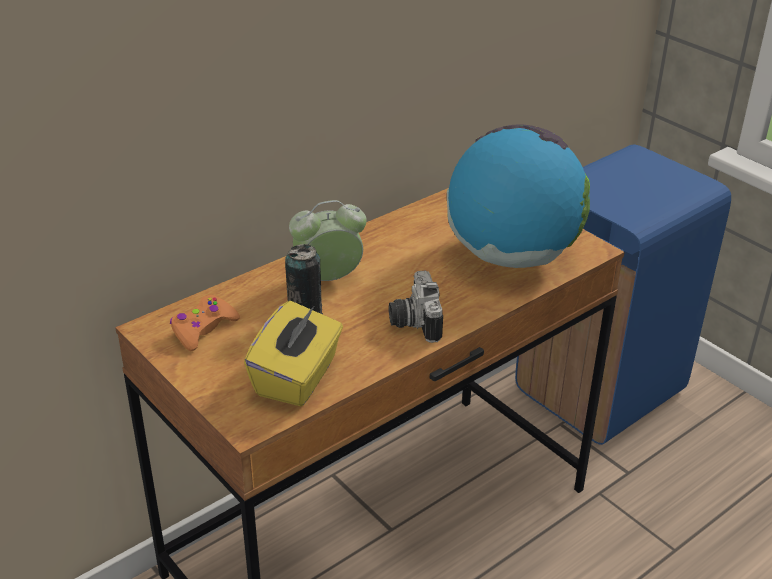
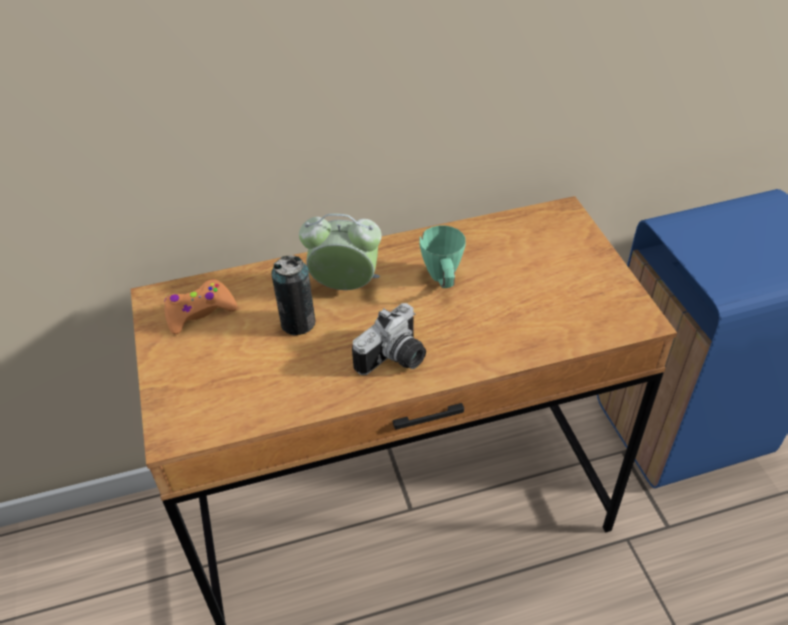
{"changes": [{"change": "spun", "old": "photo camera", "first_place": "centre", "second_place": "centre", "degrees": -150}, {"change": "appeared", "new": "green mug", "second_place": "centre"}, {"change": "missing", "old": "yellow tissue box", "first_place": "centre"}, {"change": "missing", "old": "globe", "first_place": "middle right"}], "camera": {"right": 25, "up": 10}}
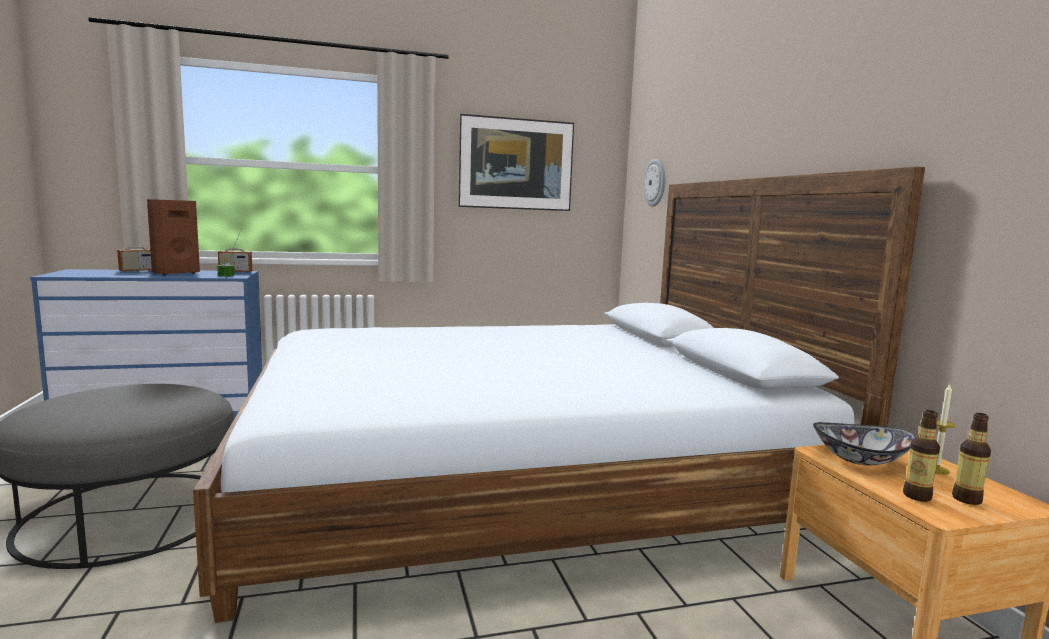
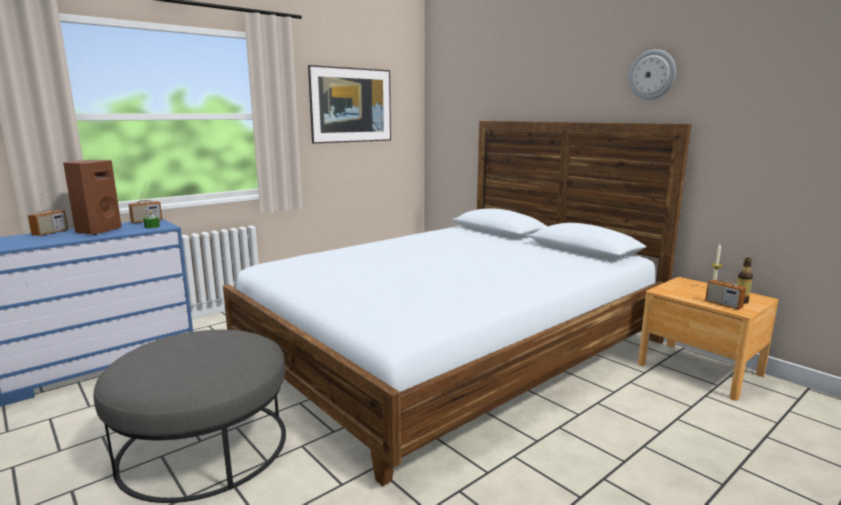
{"changes": [{"change": "relocated", "old": "wall clock", "first_place": "top centre", "second_place": "top right"}, {"change": "exchanged", "old": "bottle (no. 1 from left)", "new": "radio (no. 3 from left)", "first_place": "bottom right", "second_place": "middle right"}, {"change": "missing", "old": "bowl", "first_place": "bottom right"}], "camera": {"right": -25, "up": 5}}
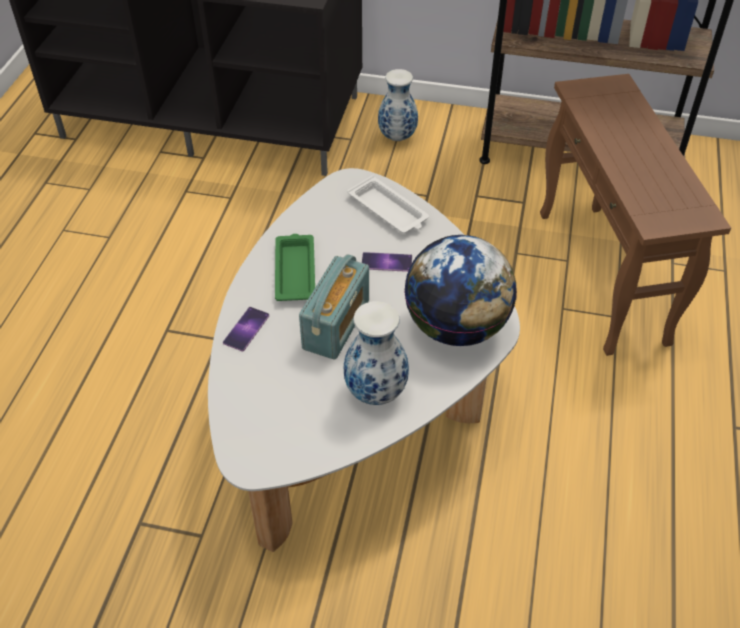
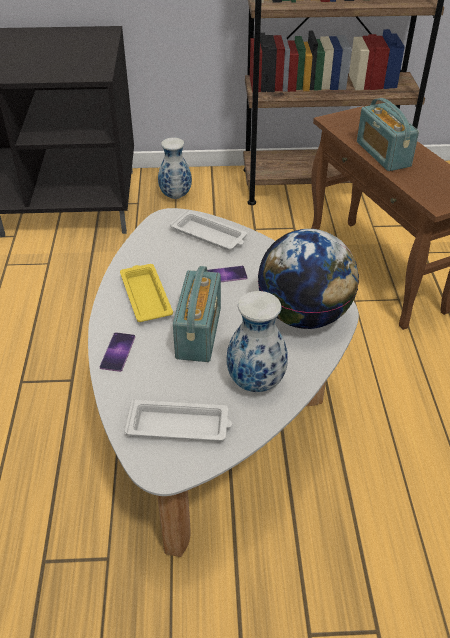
{"changes": [{"change": "colour", "old": "green tray", "new": "yellow tray", "first_place": "centre", "second_place": "middle left"}, {"change": "appeared", "new": "white tray (no. 1 from left)", "second_place": "centre"}, {"change": "appeared", "new": "radio (no. 2 from left)", "second_place": "top right"}], "camera": {"right": -15, "up": -5}}
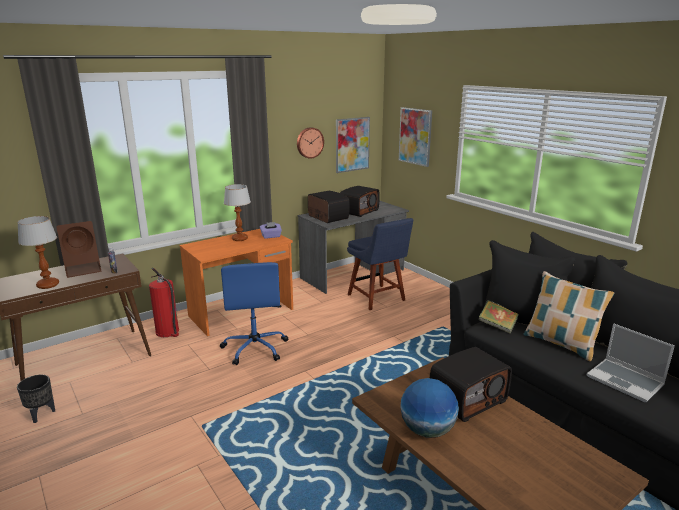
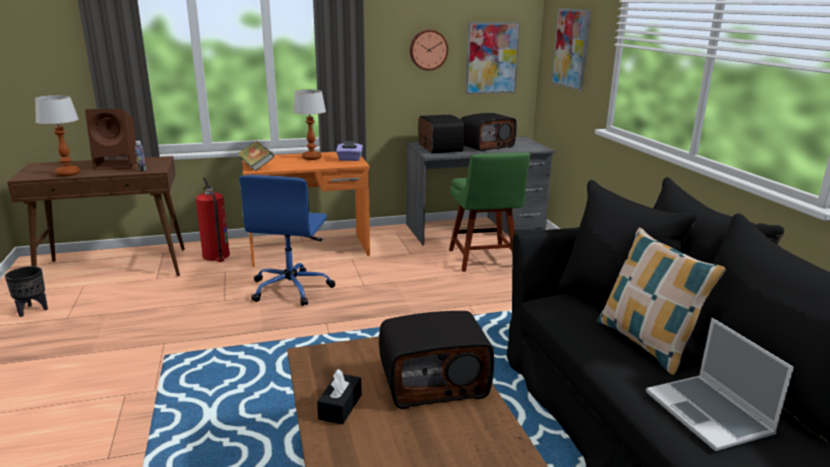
{"changes": [{"change": "relocated", "old": "book", "first_place": "middle right", "second_place": "middle left"}, {"change": "exchanged", "old": "globe", "new": "black tissue box", "first_place": "bottom centre", "second_place": "bottom centre"}, {"change": "colour", "old": "blue chair", "new": "green chair", "first_place": "centre", "second_place": "centre"}], "camera": {"right": 20, "up": 0}}
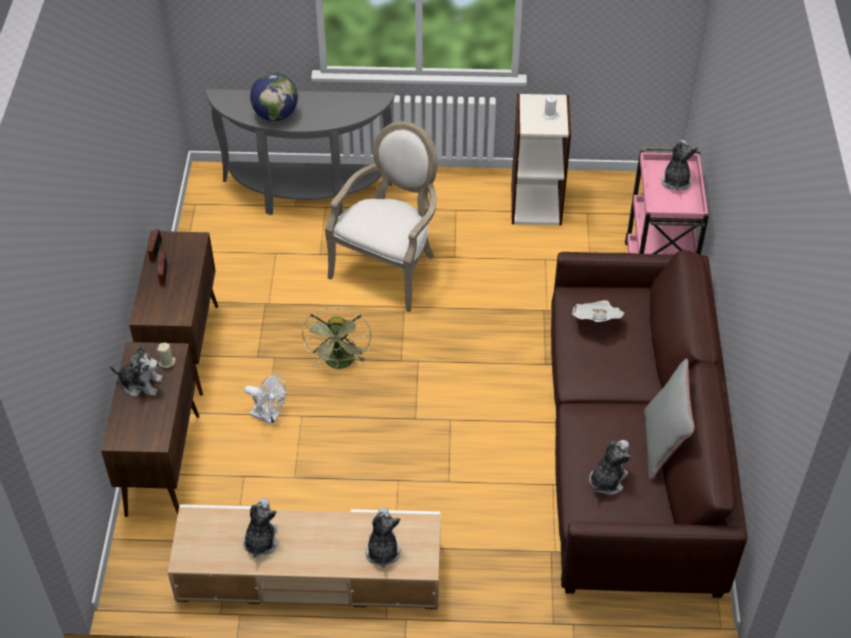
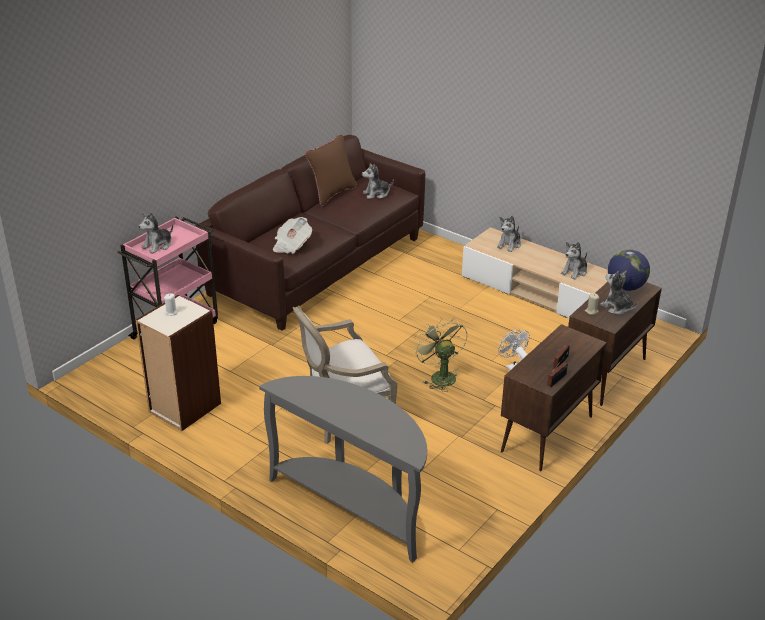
{"changes": [{"change": "colour", "old": "grey pillow", "new": "brown pillow", "first_place": "middle right", "second_place": "top centre"}, {"change": "spun", "old": "green fan", "first_place": "centre", "second_place": "centre", "degrees": -60}, {"change": "relocated", "old": "globe", "first_place": "top left", "second_place": "middle right"}], "camera": {"right": -145, "up": -15}}
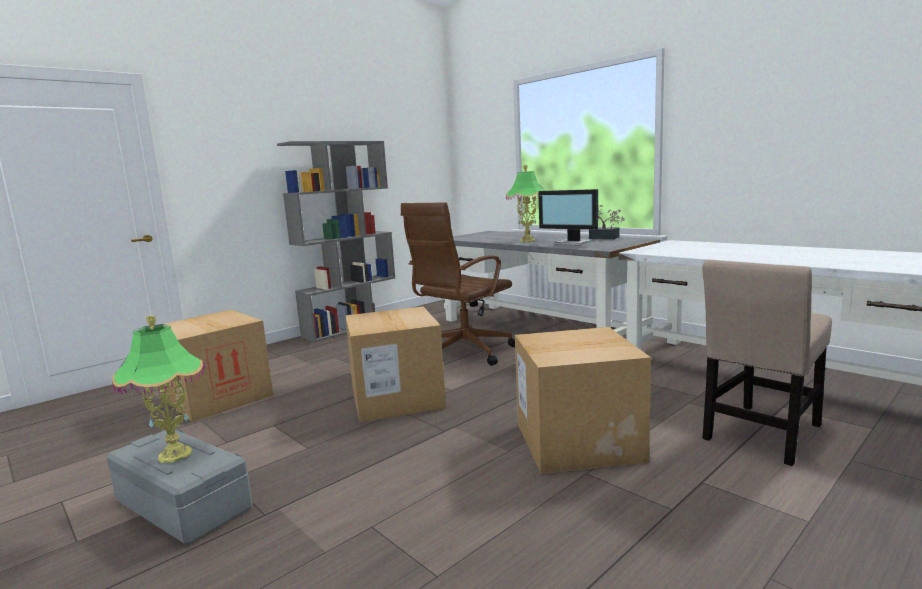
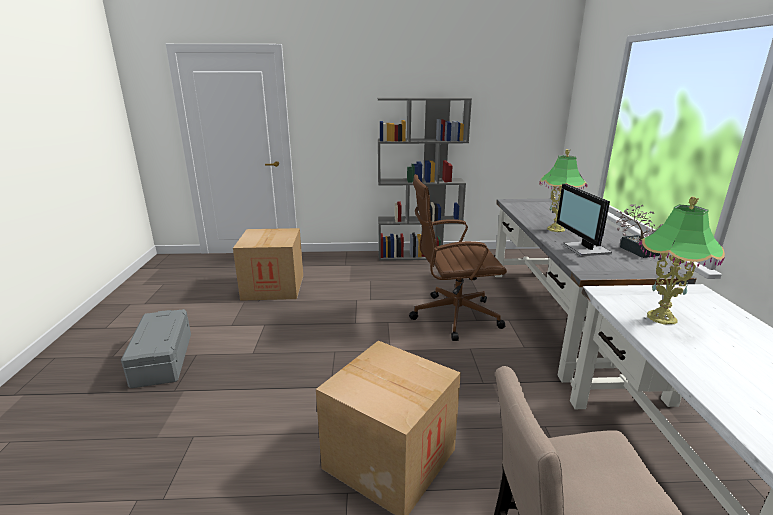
{"changes": [{"change": "relocated", "old": "table lamp (no. 1 from left in the first image)", "new": "table lamp (no. 2 from left)", "first_place": "middle left", "second_place": "middle right"}, {"change": "missing", "old": "cardboard box (no. 2 from left)", "first_place": "centre"}], "camera": {"right": 40, "up": 10}}
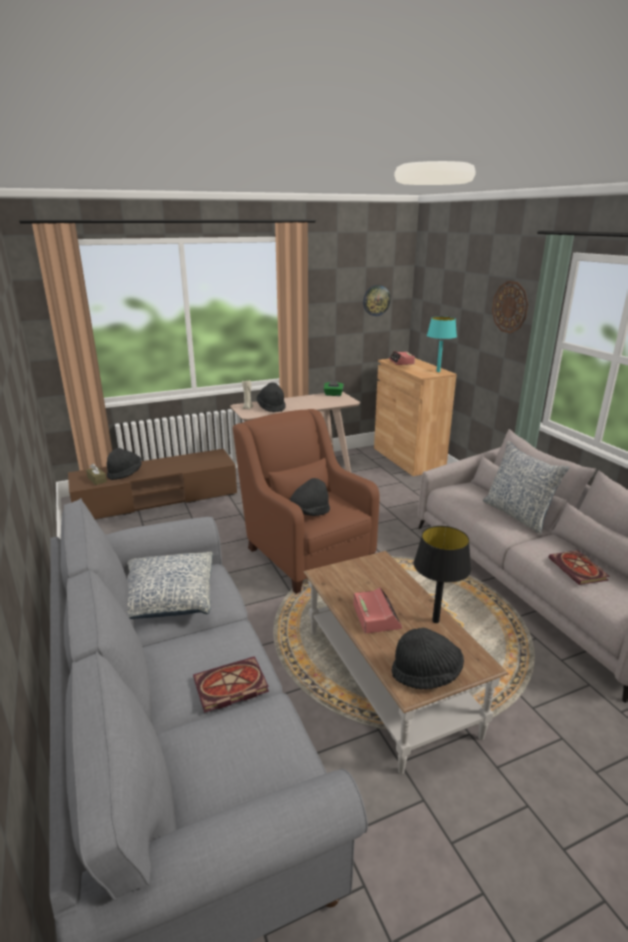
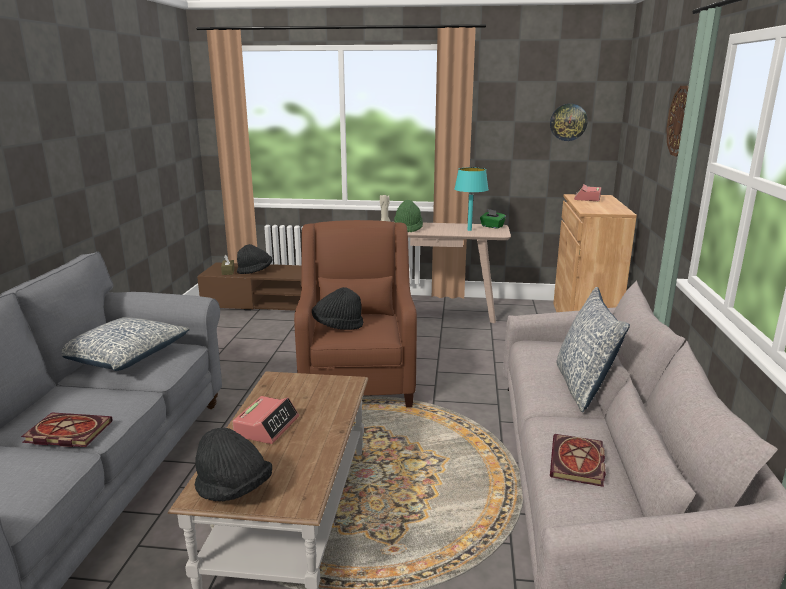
{"changes": [{"change": "colour", "old": "black hat (no. 2 from left)", "new": "green hat", "first_place": "centre", "second_place": "centre"}, {"change": "relocated", "old": "turquoise table lamp", "first_place": "middle right", "second_place": "centre"}, {"change": "missing", "old": "black table lamp", "first_place": "middle right"}], "camera": {"right": 30, "up": -5}}
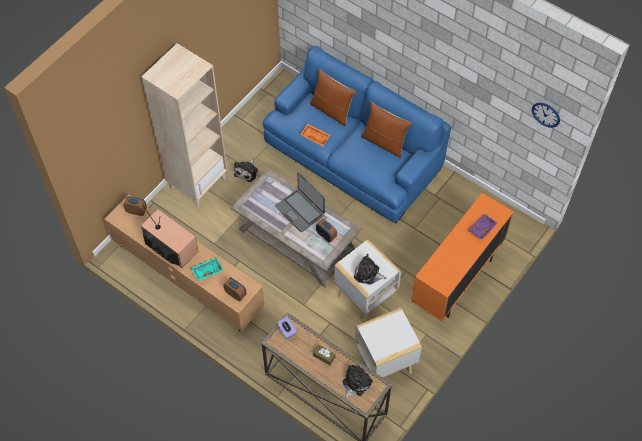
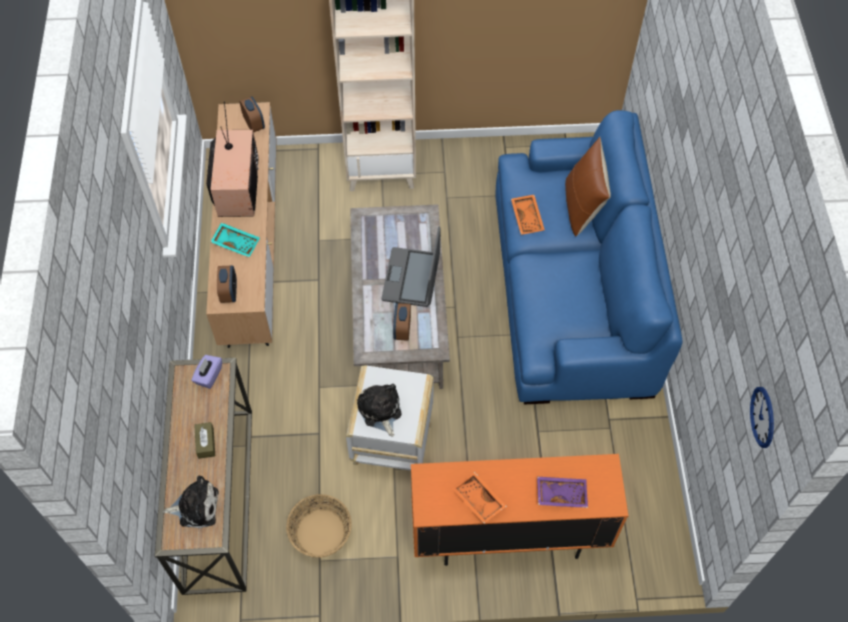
{"changes": [{"change": "exchanged", "old": "white side table (no. 2 from left)", "new": "basket", "first_place": "bottom centre", "second_place": "bottom centre"}, {"change": "appeared", "new": "orange tray (no. 1 from left)", "second_place": "bottom centre"}, {"change": "missing", "old": "plush toy (no. 1 from left)", "first_place": "centre"}, {"change": "missing", "old": "brown pillow (no. 2 from left)", "first_place": "top centre"}], "camera": {"right": 50, "up": 0}}
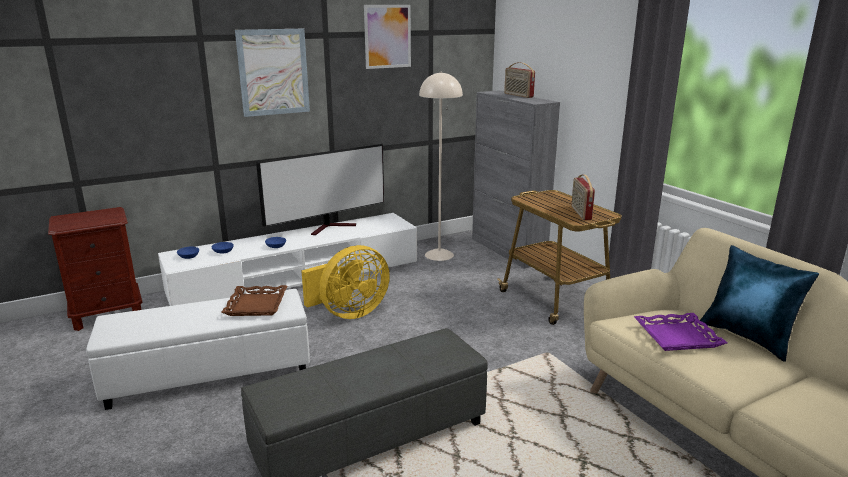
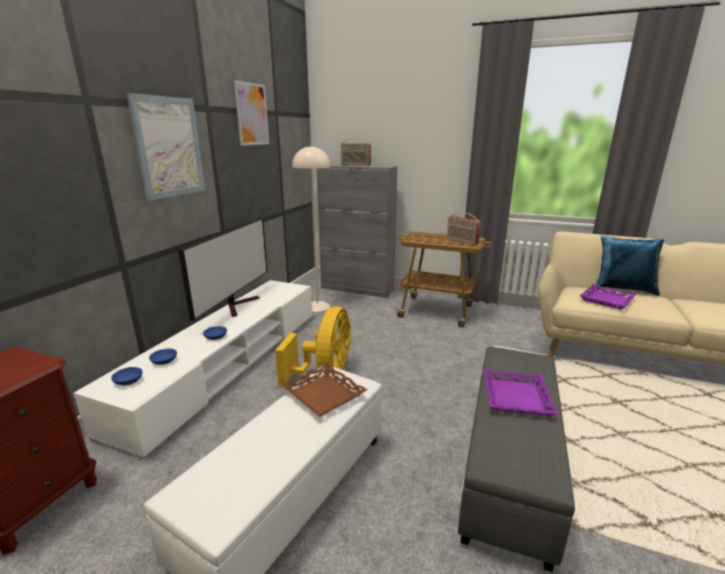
{"changes": [{"change": "appeared", "new": "purple tray (no. 1 from left)", "second_place": "bottom right"}], "camera": {"right": -40, "up": 0}}
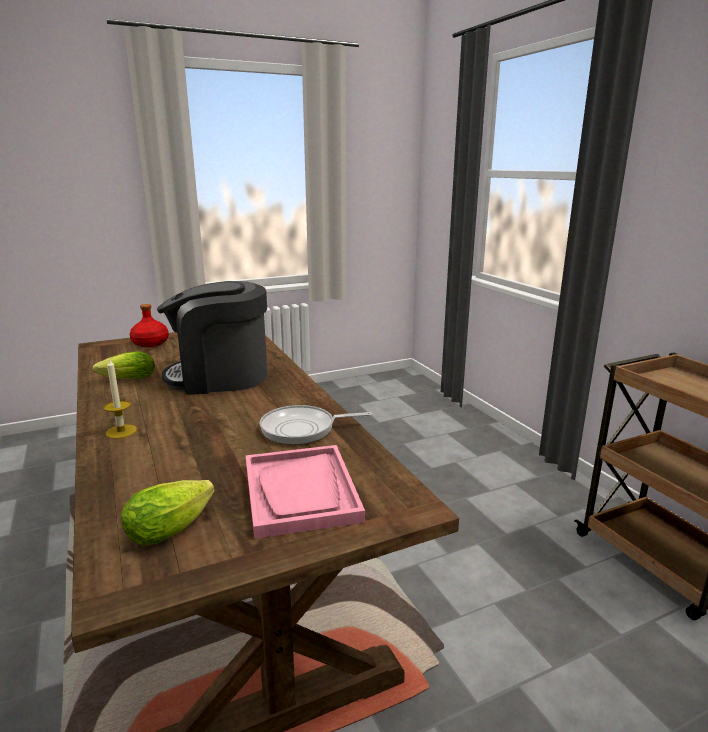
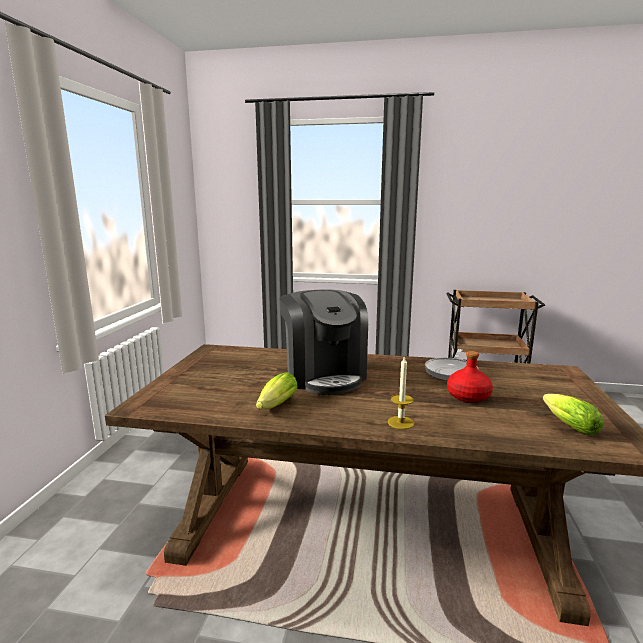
{"changes": [{"change": "spun", "old": "coffee machine", "first_place": "middle left", "second_place": "centre", "degrees": -45}, {"change": "relocated", "old": "red bottle", "first_place": "middle left", "second_place": "middle right"}, {"change": "missing", "old": "pink tray", "first_place": "bottom centre"}], "camera": {"right": -55, "up": -5}}
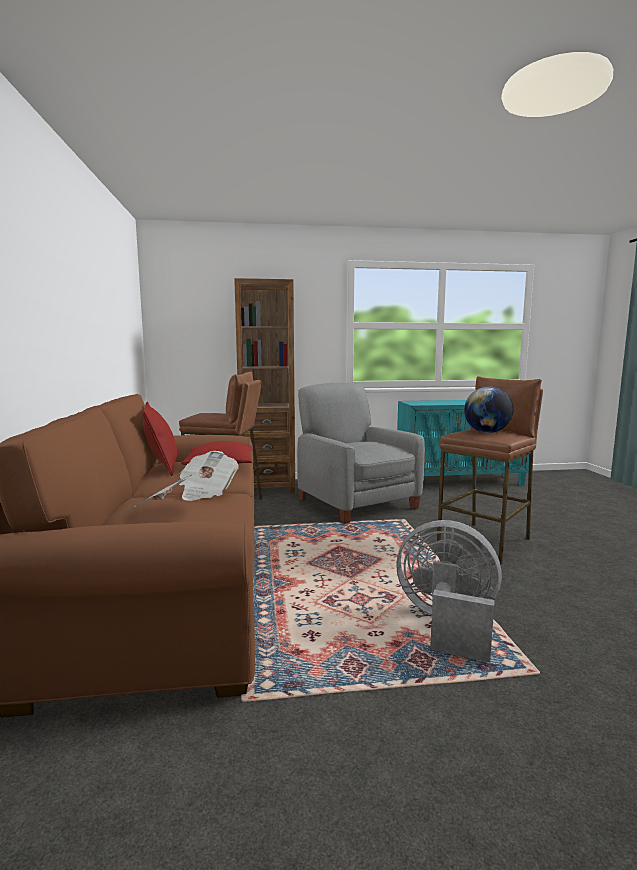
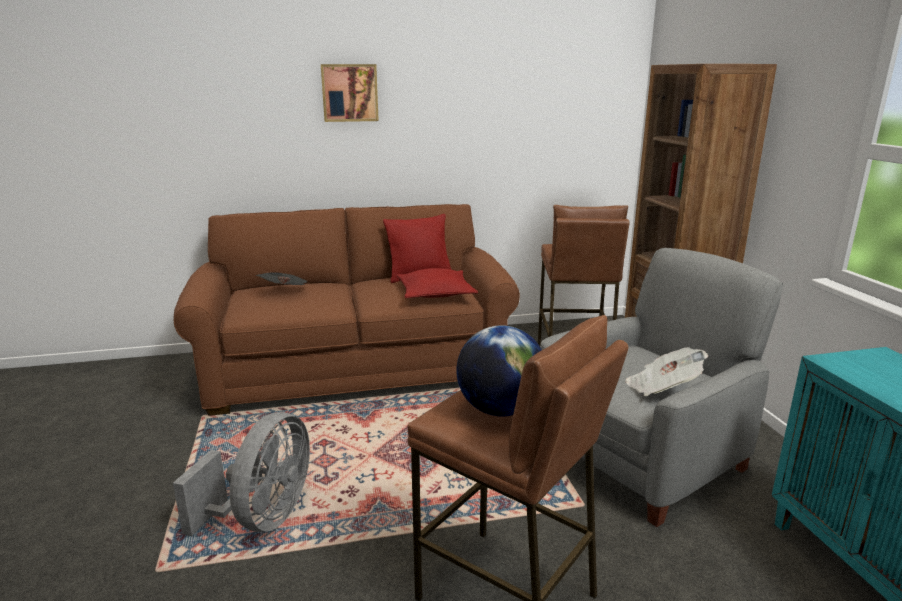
{"changes": [{"change": "appeared", "new": "picture", "second_place": "top centre"}, {"change": "relocated", "old": "newspaper (no. 2 from left)", "first_place": "middle left", "second_place": "middle right"}], "camera": {"right": 85, "up": 10}}
